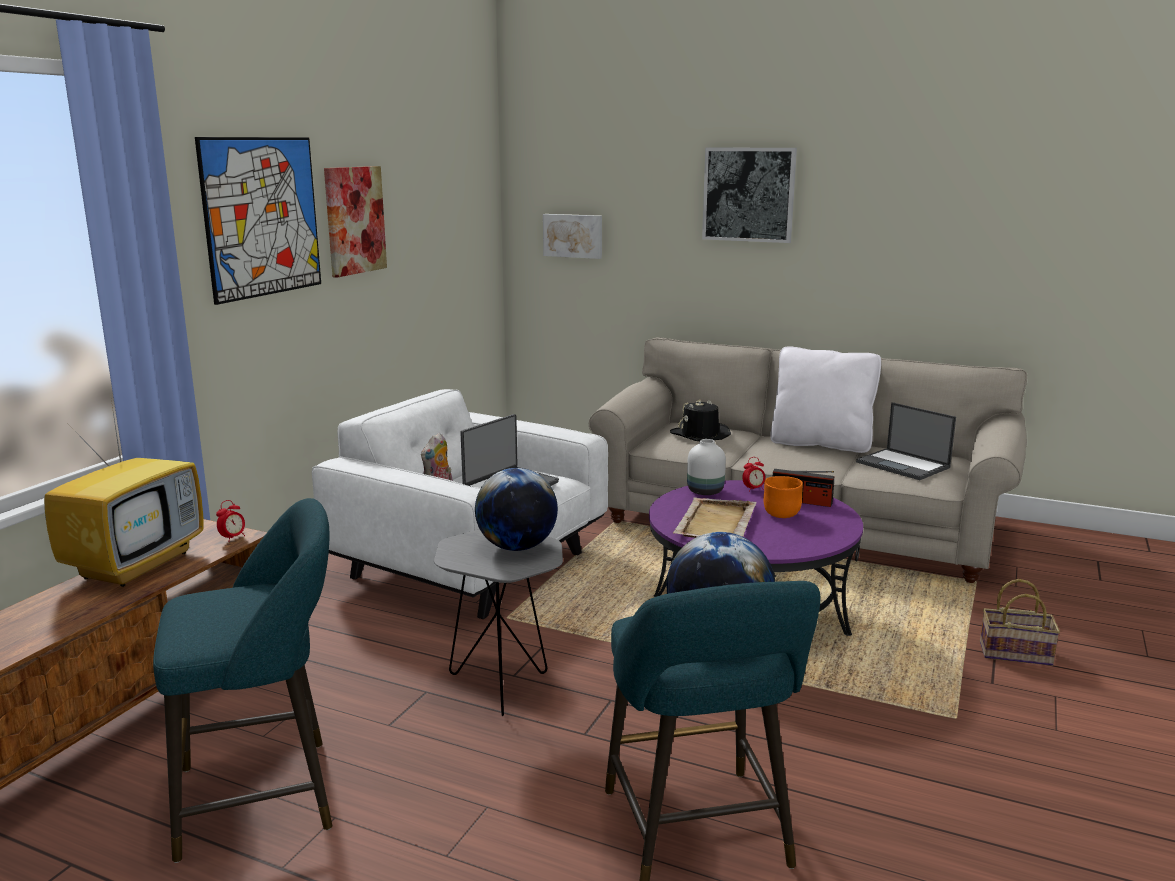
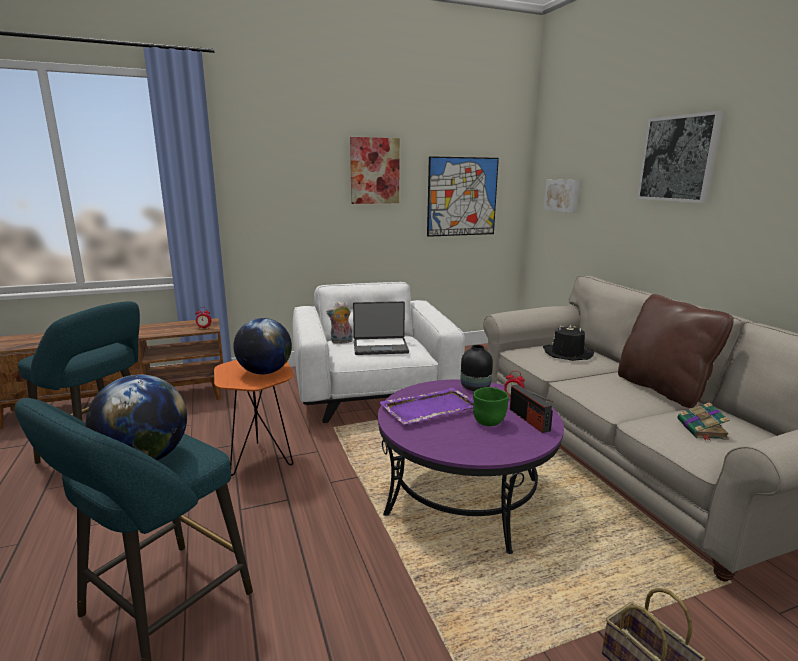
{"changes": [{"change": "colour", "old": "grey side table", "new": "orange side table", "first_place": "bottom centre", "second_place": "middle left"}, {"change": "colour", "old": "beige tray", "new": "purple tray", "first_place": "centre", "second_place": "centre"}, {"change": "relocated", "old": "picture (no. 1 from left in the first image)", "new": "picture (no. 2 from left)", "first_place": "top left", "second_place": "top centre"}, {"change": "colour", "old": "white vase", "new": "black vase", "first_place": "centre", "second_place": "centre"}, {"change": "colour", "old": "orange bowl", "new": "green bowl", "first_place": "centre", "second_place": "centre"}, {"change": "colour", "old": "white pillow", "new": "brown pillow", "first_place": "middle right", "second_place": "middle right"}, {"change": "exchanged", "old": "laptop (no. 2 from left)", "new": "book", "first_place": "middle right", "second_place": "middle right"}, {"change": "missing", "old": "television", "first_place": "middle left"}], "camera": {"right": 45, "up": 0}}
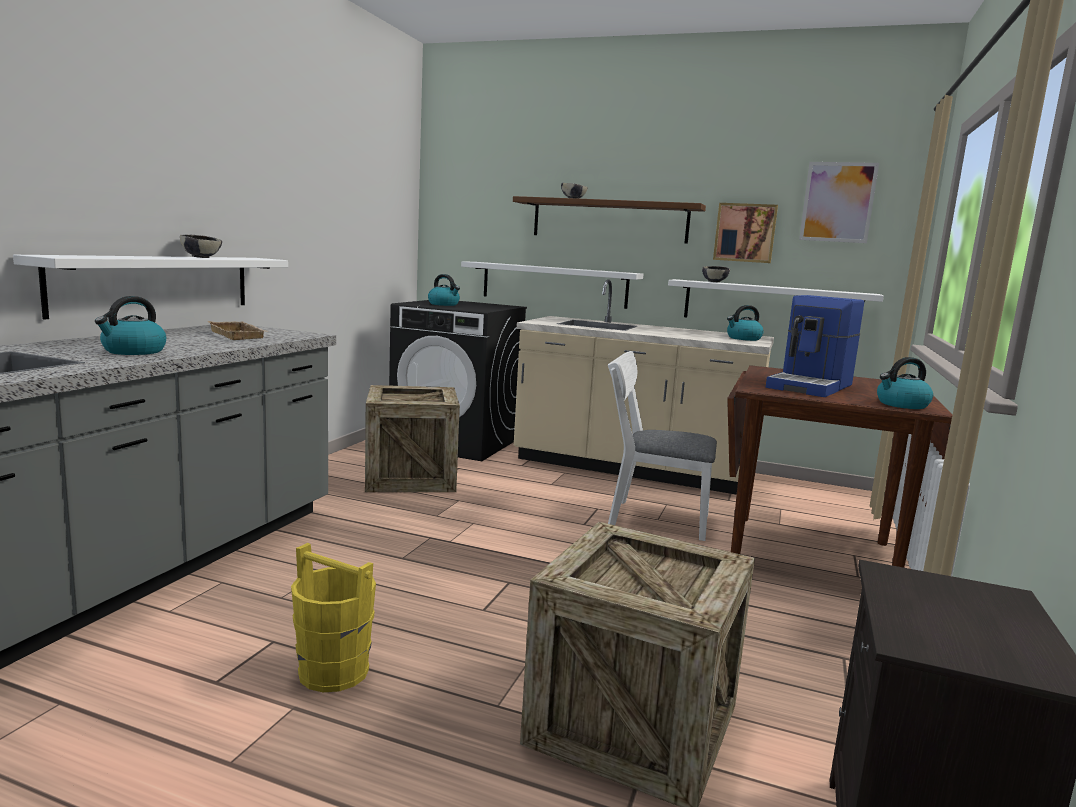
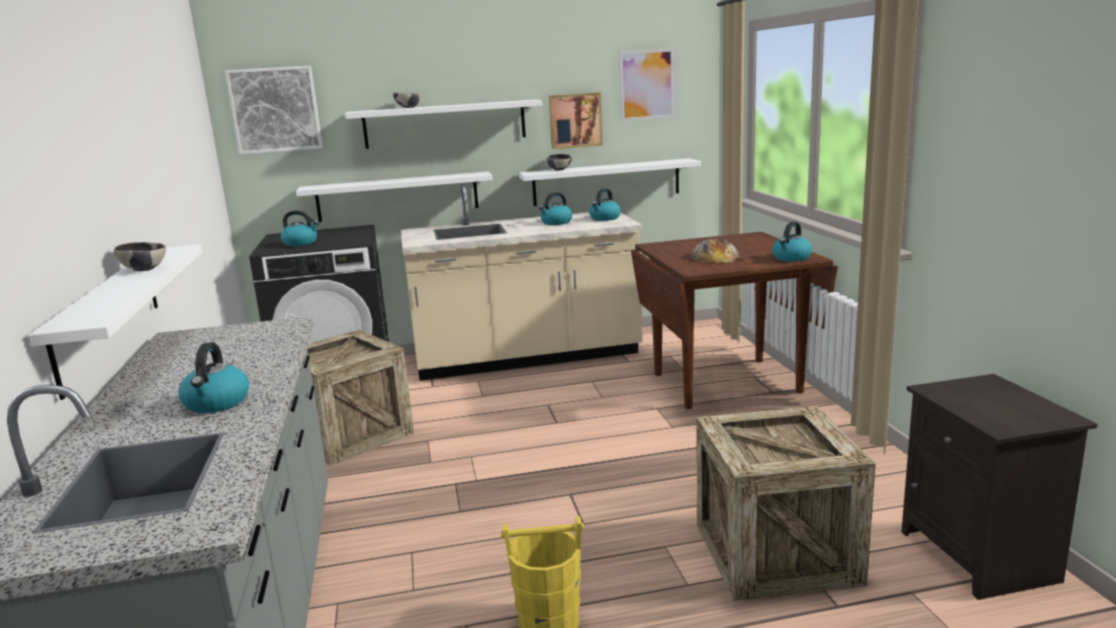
{"changes": [{"change": "appeared", "new": "picture (no. 1 from left)", "second_place": "top left"}, {"change": "colour", "old": "brown shelf", "new": "white shelf (no. 3 from left)", "first_place": "top centre", "second_place": "top centre"}, {"change": "appeared", "new": "kettle (no. 3 from left)", "second_place": "top centre"}, {"change": "exchanged", "old": "coffee machine", "new": "bread", "first_place": "middle right", "second_place": "centre"}, {"change": "missing", "old": "beige tray", "first_place": "middle left"}, {"change": "missing", "old": "white chair", "first_place": "centre"}], "camera": {"right": -30, "up": 5}}
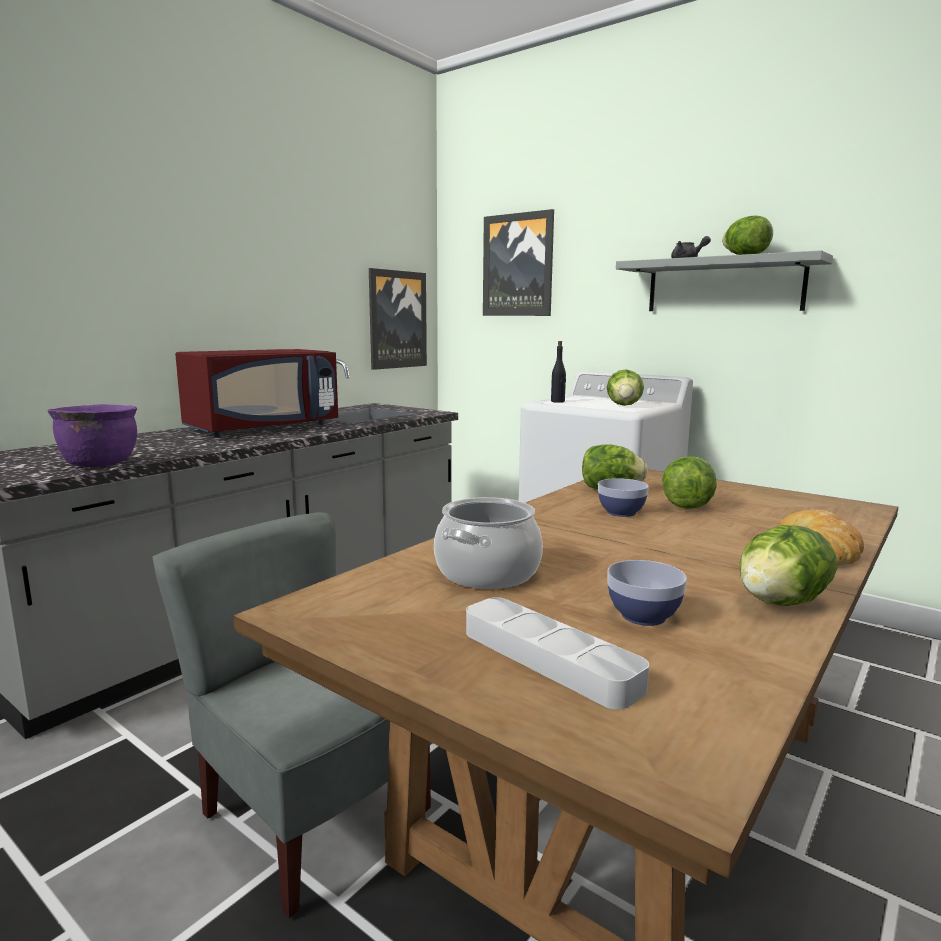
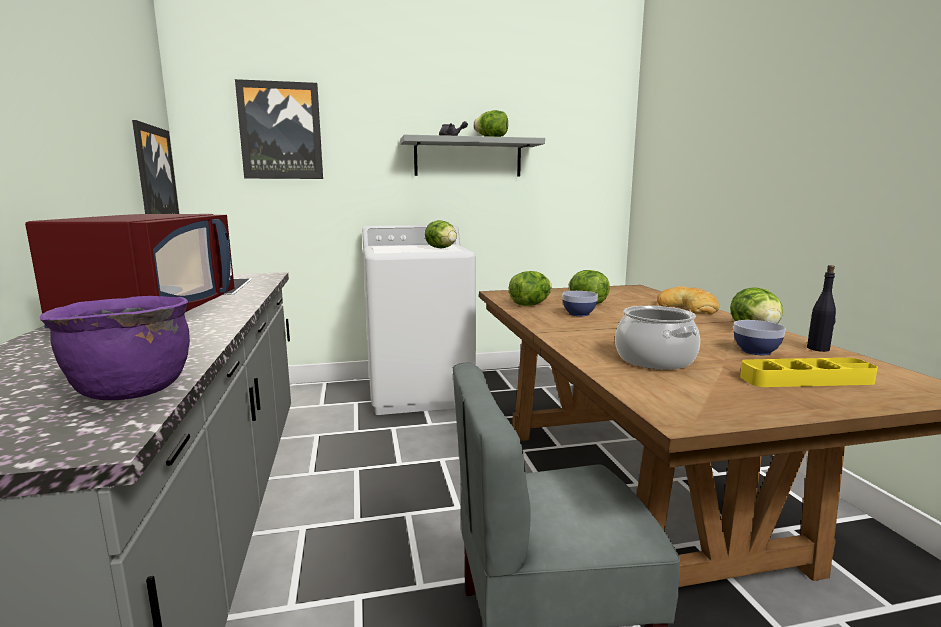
{"changes": [{"change": "colour", "old": "grey tray", "new": "yellow tray", "first_place": "bottom centre", "second_place": "middle right"}, {"change": "relocated", "old": "black bottle", "first_place": "centre", "second_place": "middle right"}], "camera": {"right": -50, "up": 0}}
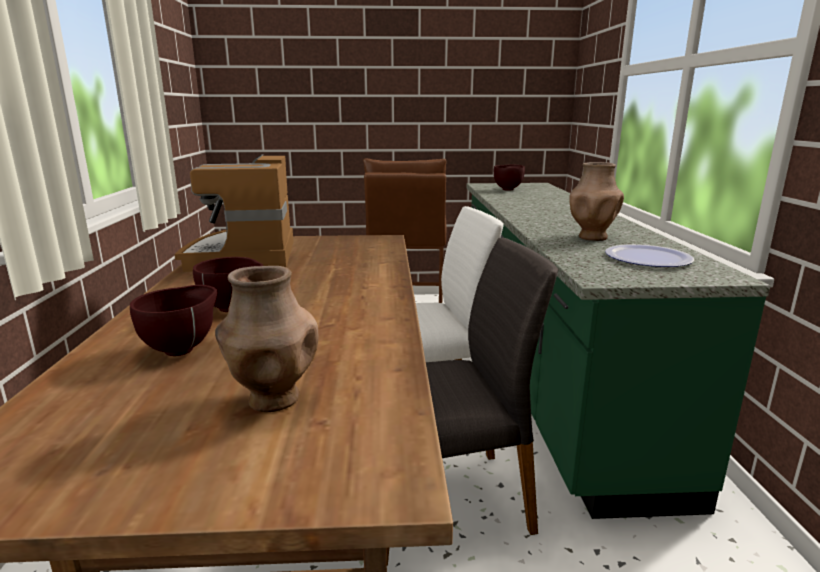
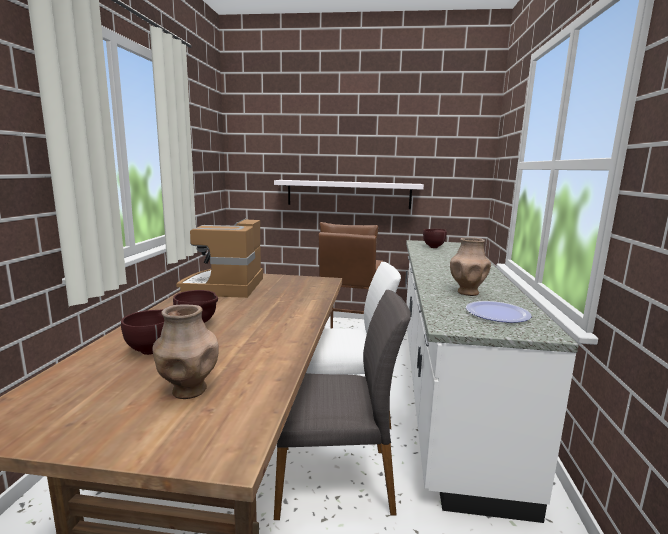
{"changes": [{"change": "appeared", "new": "white shelf", "second_place": "centre"}, {"change": "colour", "old": "green counter", "new": "white counter", "first_place": "middle right", "second_place": "bottom right"}], "camera": {"right": 10, "up": -5}}
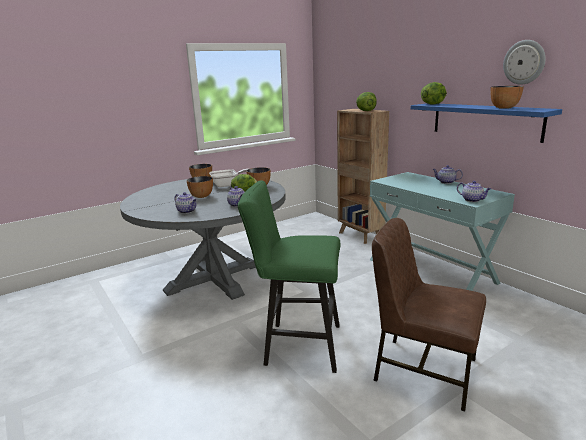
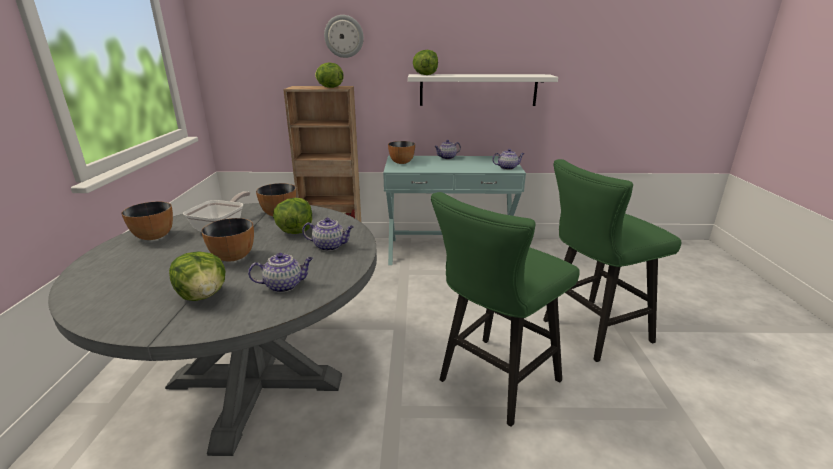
{"changes": [{"change": "appeared", "new": "lettuce (no. 1 from left)", "second_place": "middle left"}, {"change": "relocated", "old": "wall clock", "first_place": "top right", "second_place": "top centre"}, {"change": "relocated", "old": "bowl (no. 4 from left)", "first_place": "top right", "second_place": "top centre"}, {"change": "colour", "old": "blue shelf", "new": "white shelf", "first_place": "top right", "second_place": "top centre"}, {"change": "exchanged", "old": "brown chair", "new": "green stool (no. 2 from left)", "first_place": "bottom right", "second_place": "middle right"}], "camera": {"right": -55, "up": 5}}
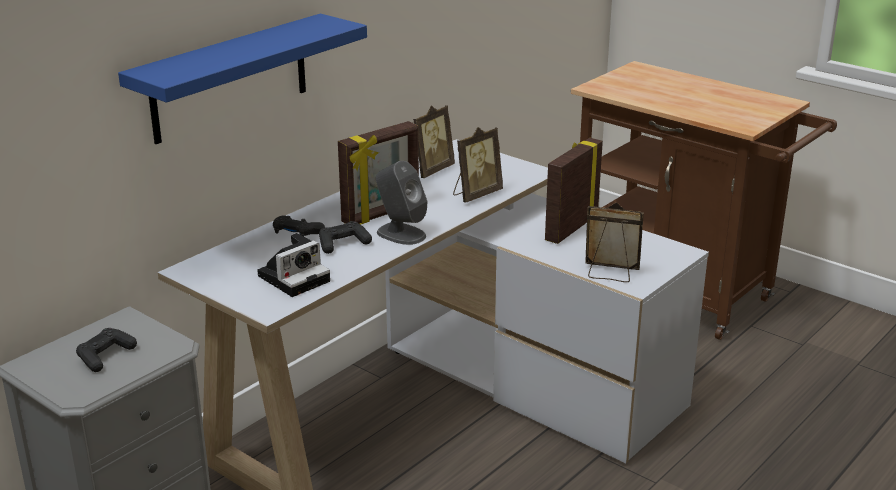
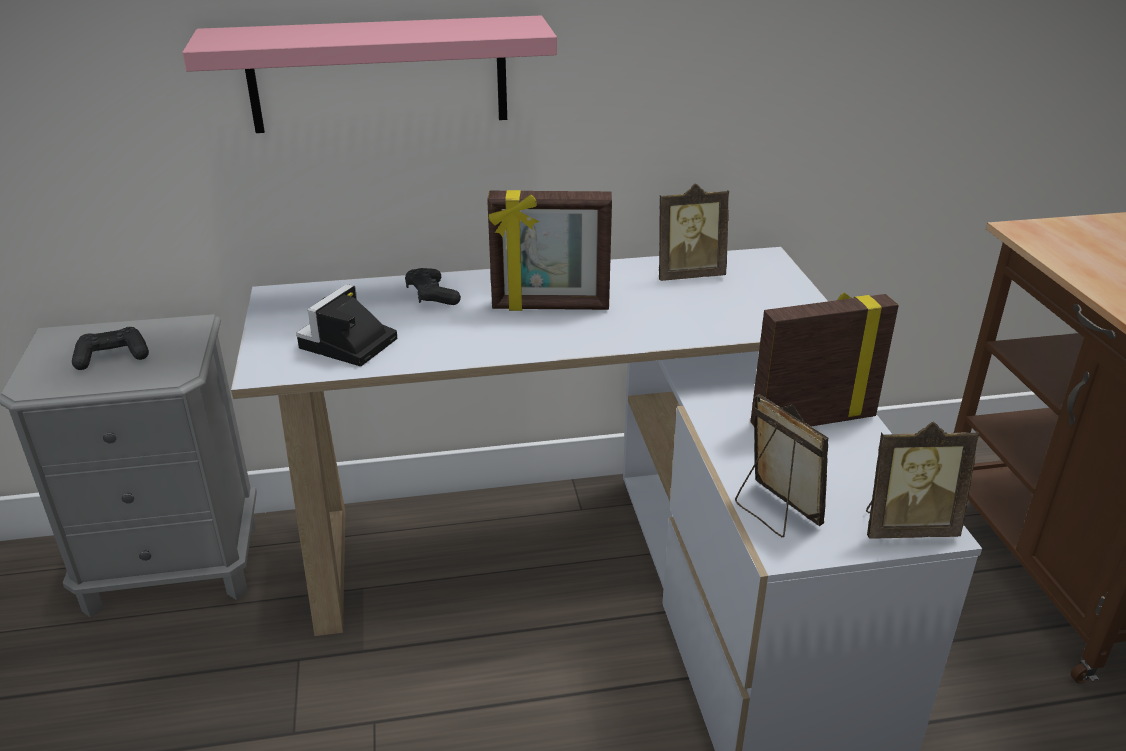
{"changes": [{"change": "colour", "old": "blue shelf", "new": "pink shelf", "first_place": "top left", "second_place": "top left"}, {"change": "spun", "old": "photo camera", "first_place": "middle left", "second_place": "middle left", "degrees": 120}, {"change": "relocated", "old": "picture frame (no. 3 from left in the first image)", "new": "picture frame (no. 5 from left)", "first_place": "centre", "second_place": "middle right"}, {"change": "missing", "old": "black game controller (no. 3 from left)", "first_place": "centre"}, {"change": "missing", "old": "grey speaker", "first_place": "centre"}], "camera": {"right": 40, "up": 5}}
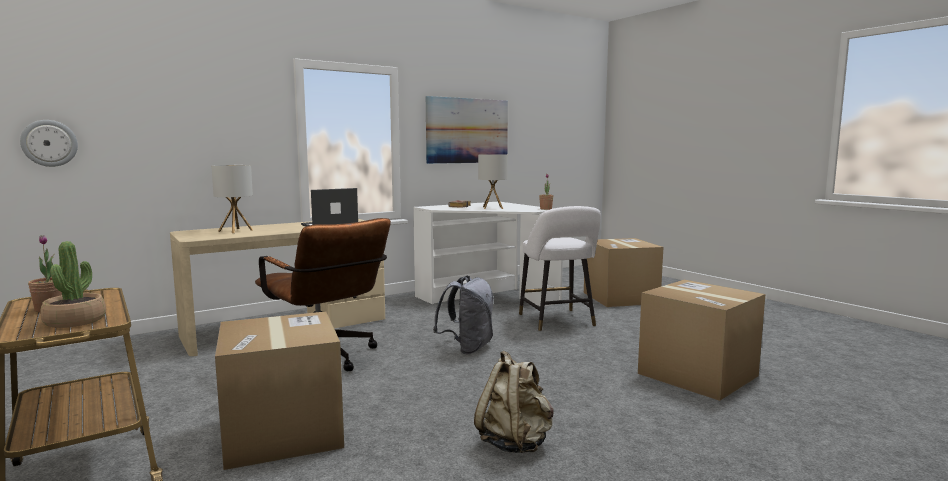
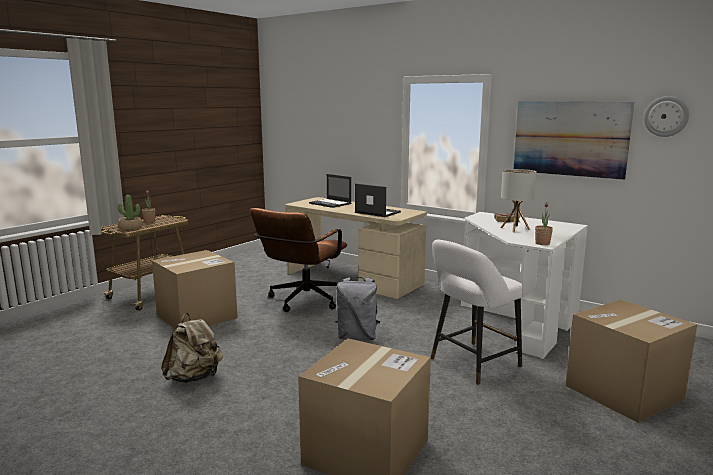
{"changes": [{"change": "exchanged", "old": "table lamp (no. 1 from left)", "new": "laptop (no. 1 from left)", "first_place": "middle left", "second_place": "centre"}, {"change": "relocated", "old": "wall clock", "first_place": "top left", "second_place": "top right"}], "camera": {"right": 70, "up": 5}}
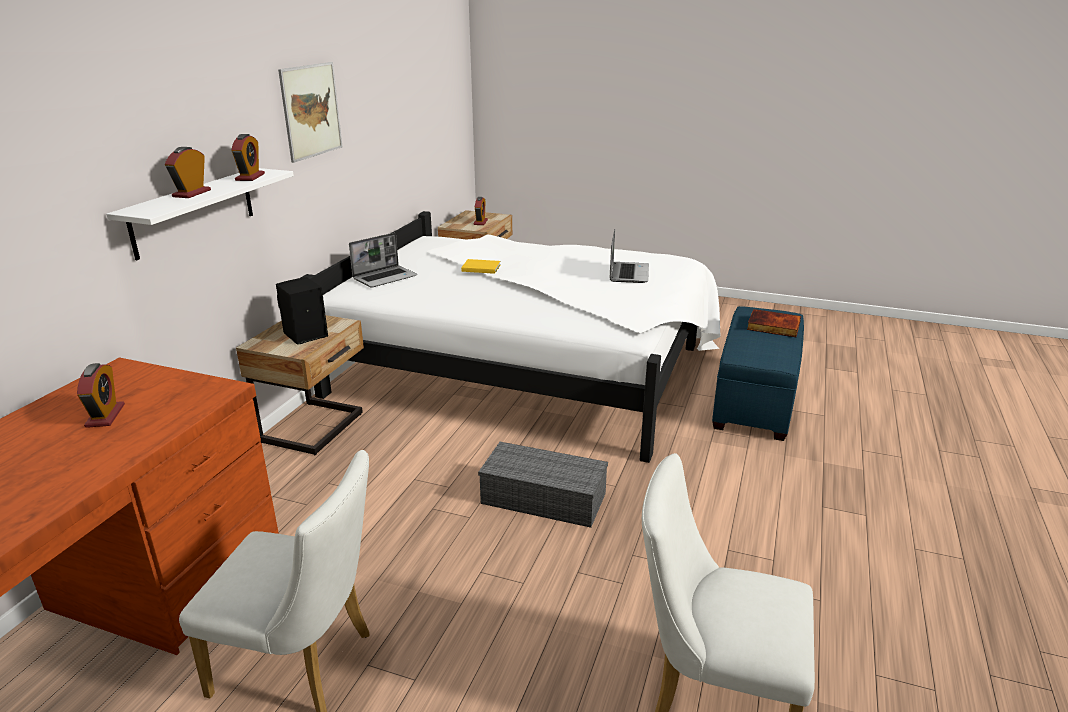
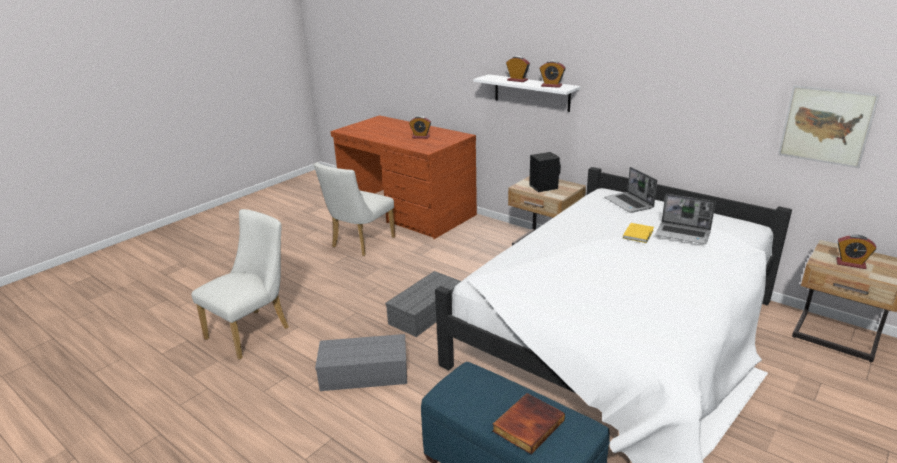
{"changes": [{"change": "appeared", "new": "grey storage box (no. 1 from left)", "second_place": "bottom centre"}, {"change": "relocated", "old": "laptop (no. 2 from left)", "first_place": "centre", "second_place": "middle right"}, {"change": "relocated", "old": "picture", "first_place": "top left", "second_place": "top right"}], "camera": {"right": 110, "up": 0}}
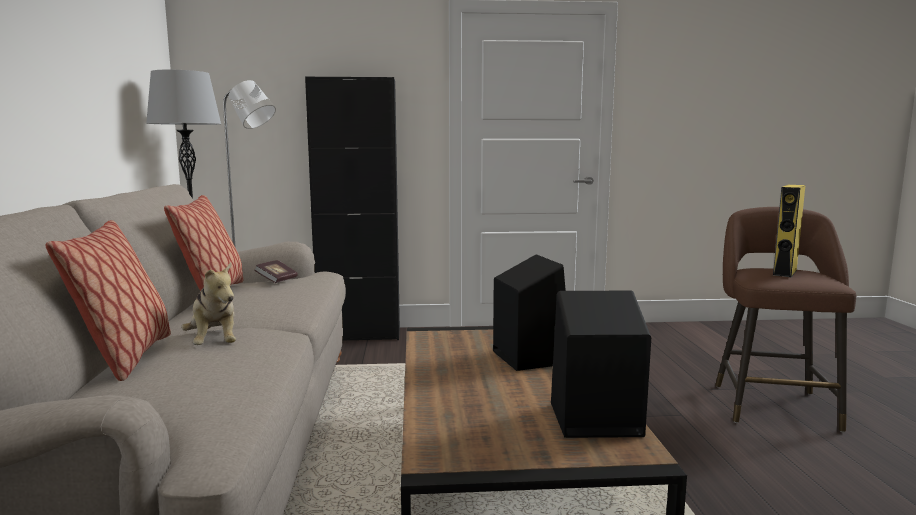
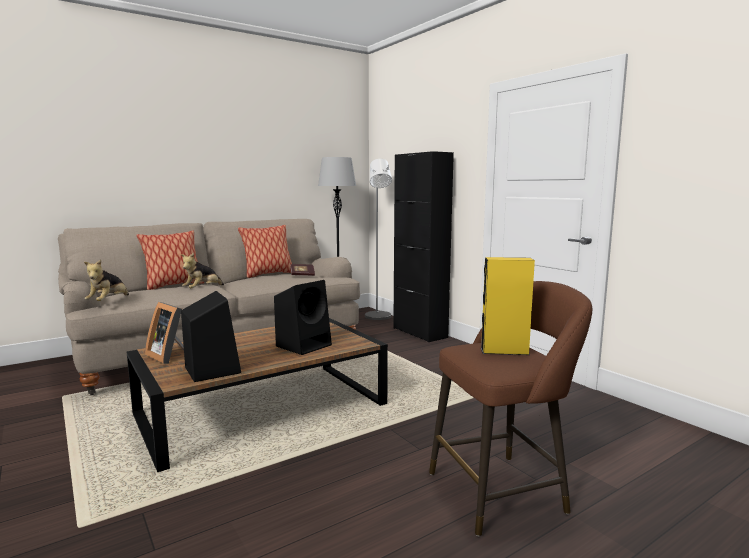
{"changes": [{"change": "appeared", "new": "plush toy (no. 1 from left)", "second_place": "middle left"}, {"change": "appeared", "new": "picture frame", "second_place": "middle left"}], "camera": {"right": 60, "up": 0}}
